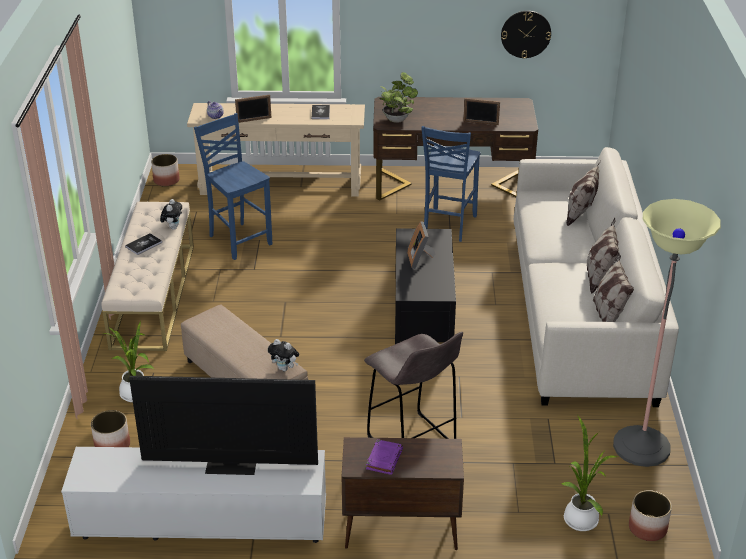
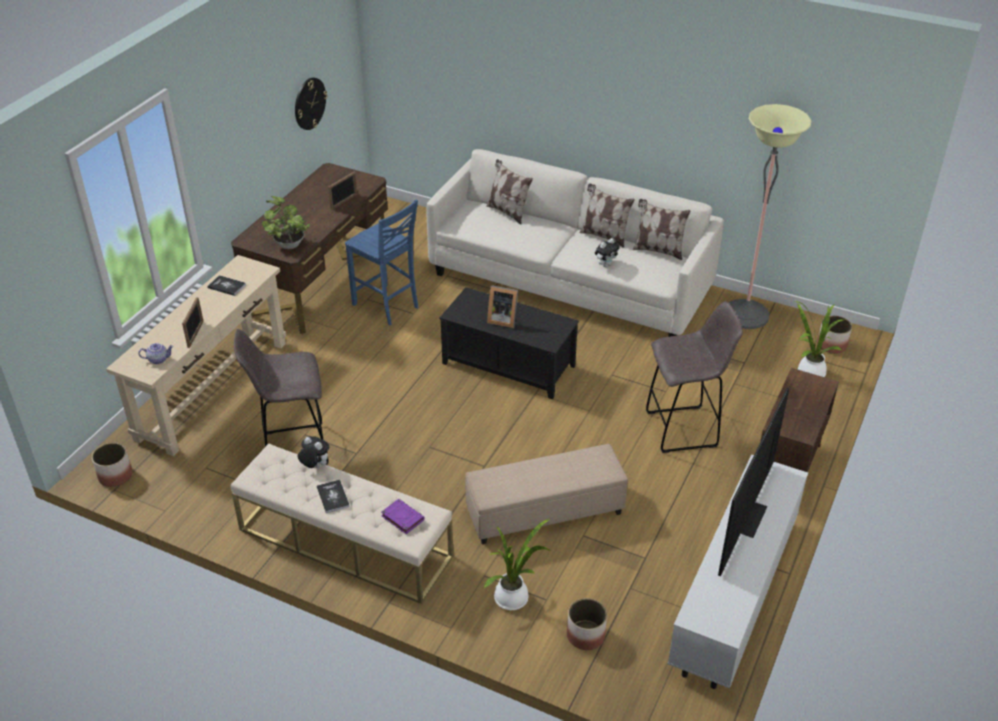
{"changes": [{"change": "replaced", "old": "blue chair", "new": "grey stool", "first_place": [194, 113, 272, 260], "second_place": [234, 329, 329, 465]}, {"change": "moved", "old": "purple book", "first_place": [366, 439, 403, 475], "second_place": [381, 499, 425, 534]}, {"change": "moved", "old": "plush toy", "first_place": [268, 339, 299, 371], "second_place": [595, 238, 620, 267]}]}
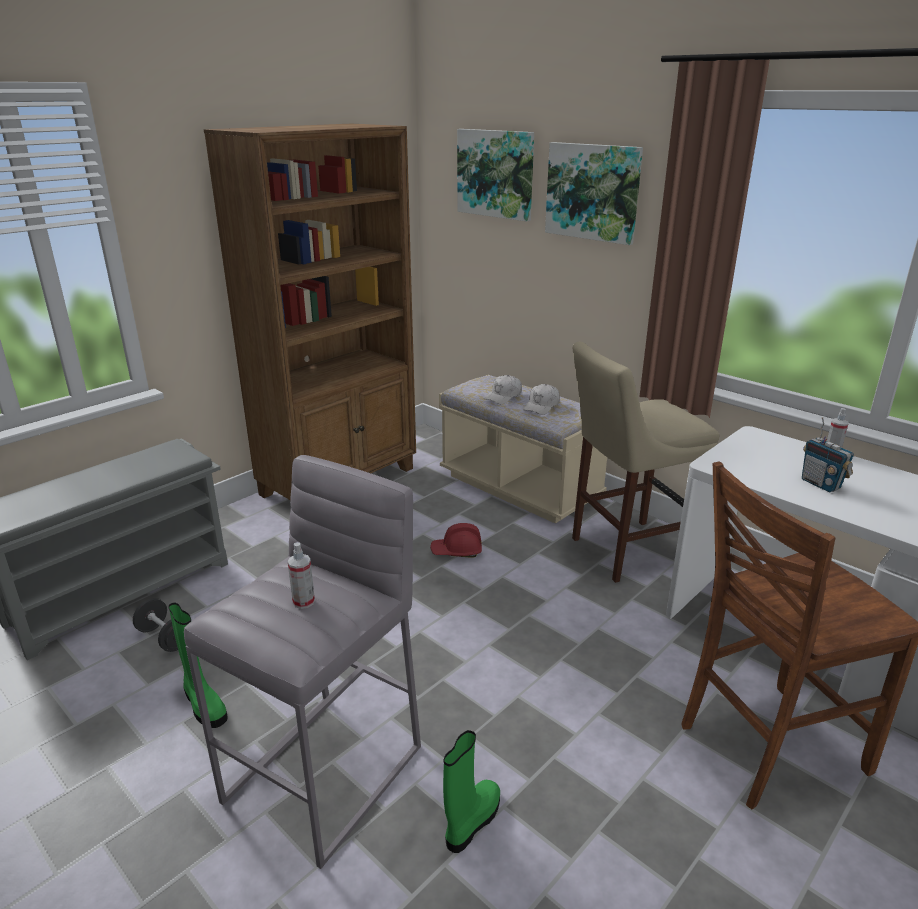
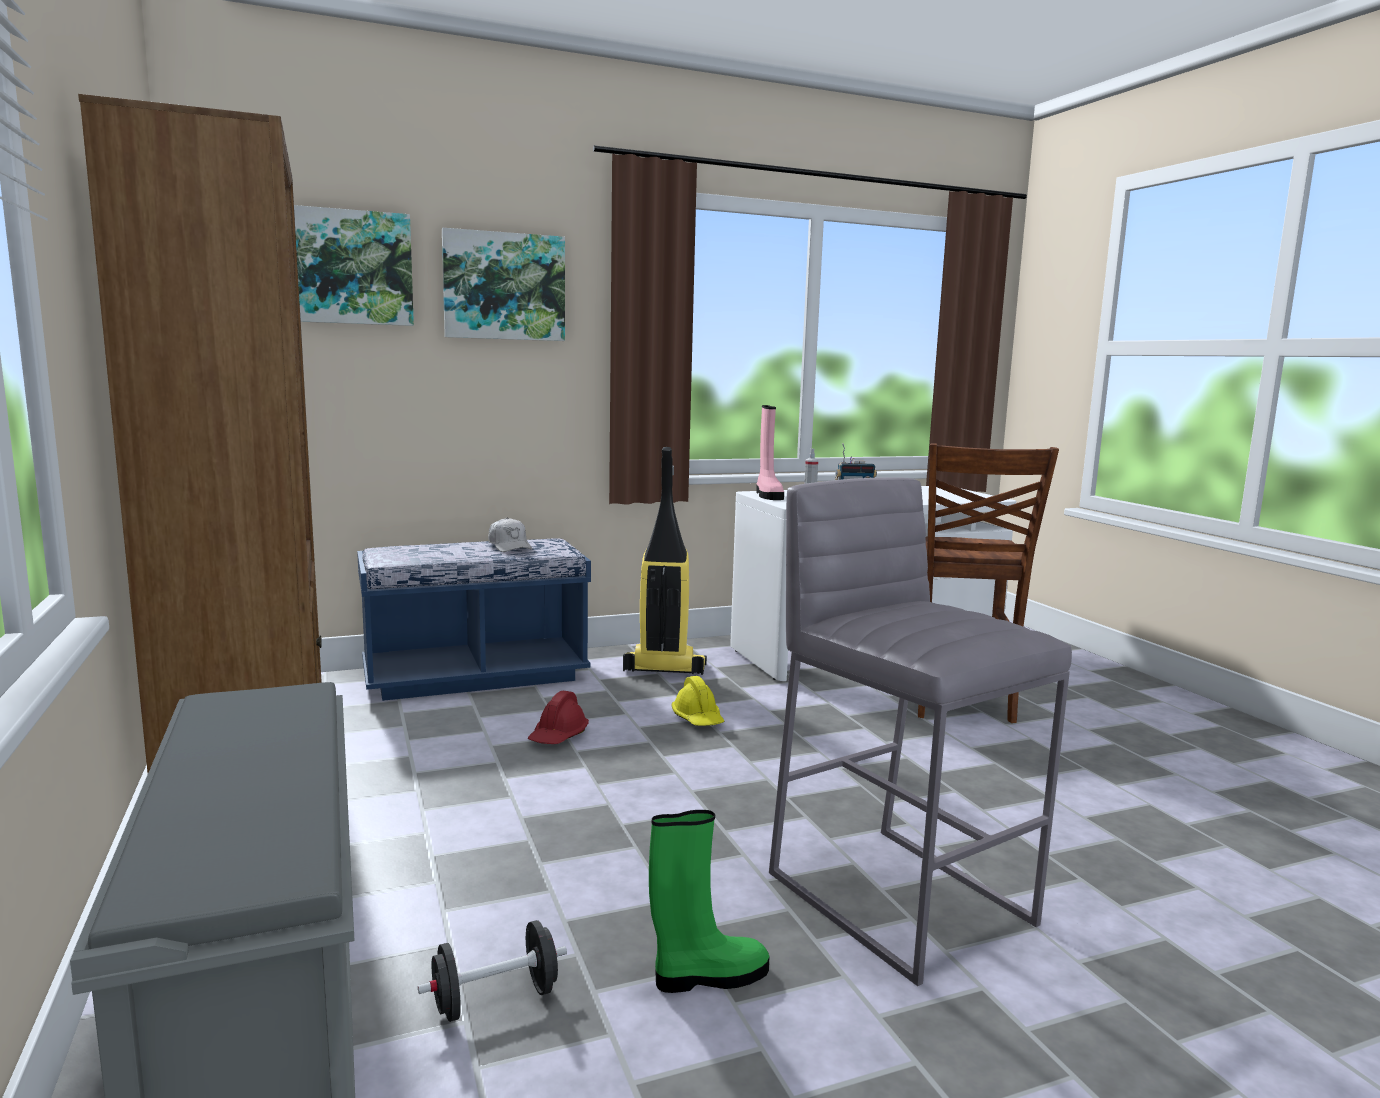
{"changes": [{"change": "recoloured", "old": "beige bench", "new": "blue bench", "first_place": [439, 375, 607, 524], "second_place": [357, 538, 591, 701]}, {"change": "replaced", "old": "beige stool", "new": "vacuum cleaner", "first_place": [572, 342, 719, 583], "second_place": [623, 447, 707, 675]}, {"change": "added", "new": "yellow hard hat", "second_place": [671, 676, 724, 726]}, {"change": "added", "new": "pink boot", "second_place": [756, 405, 784, 500]}, {"change": "removed", "old": "spray bottle", "first_place": [288, 542, 315, 609]}, {"change": "removed", "old": "green boot", "first_place": [443, 730, 500, 853]}, {"change": "removed", "old": "white cap", "first_place": [484, 375, 522, 404]}]}
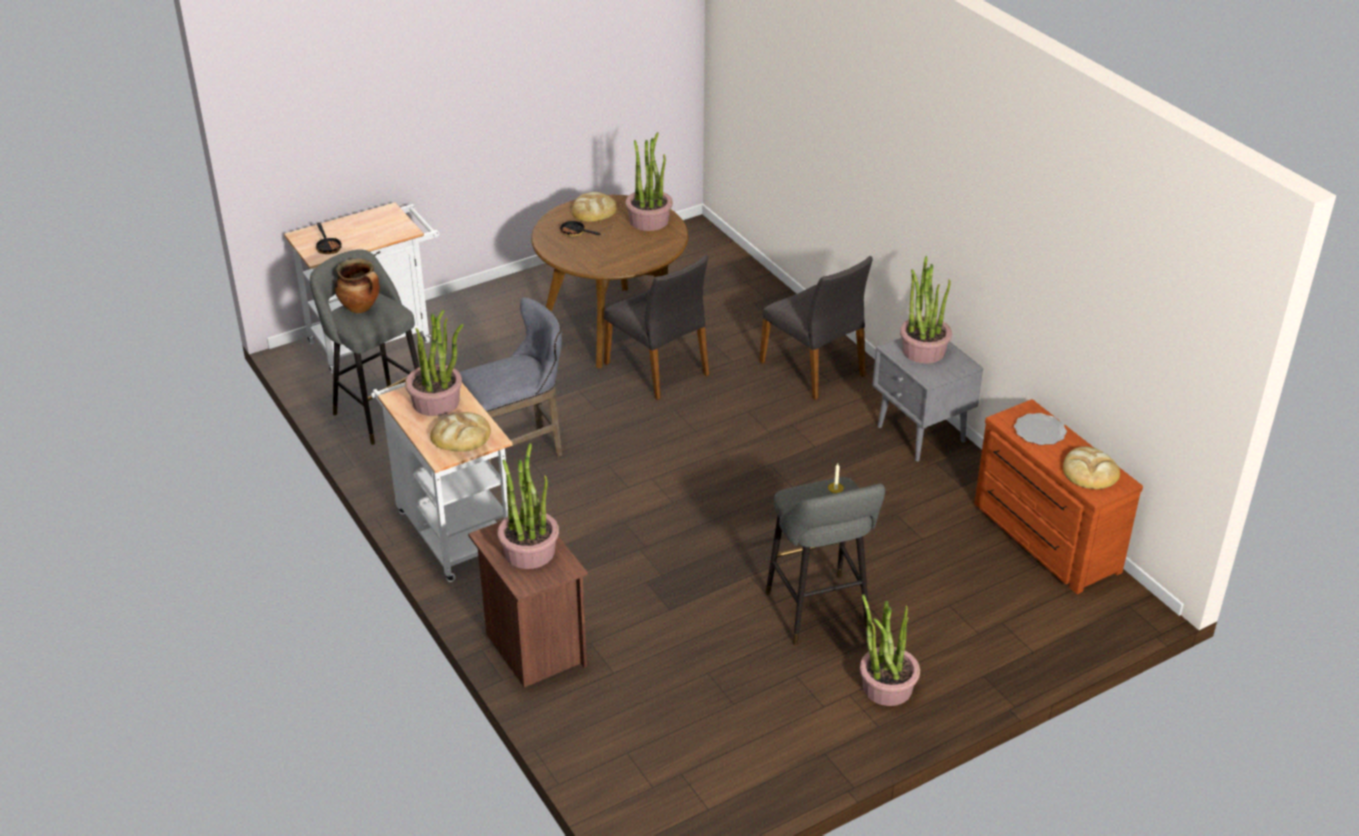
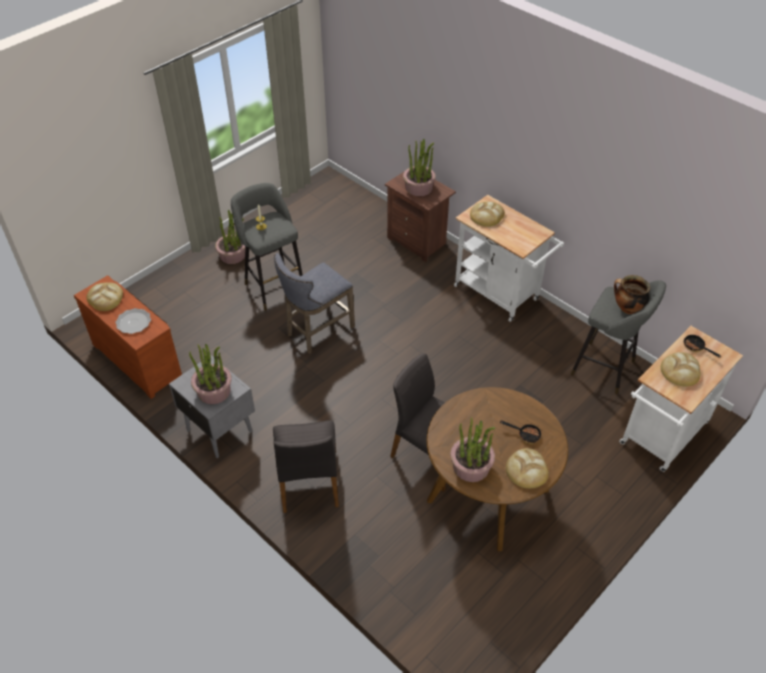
{"changes": [{"change": "turned", "old": "grey chair", "first_place": [759, 256, 873, 400], "second_place": [273, 420, 339, 513], "degrees": -135}, {"change": "moved", "old": "grey stool", "first_place": [459, 297, 562, 463], "second_place": [274, 253, 355, 354]}, {"change": "added", "new": "bread", "second_place": [661, 352, 701, 386]}, {"change": "removed", "old": "potted plant", "first_place": [405, 310, 463, 416]}]}
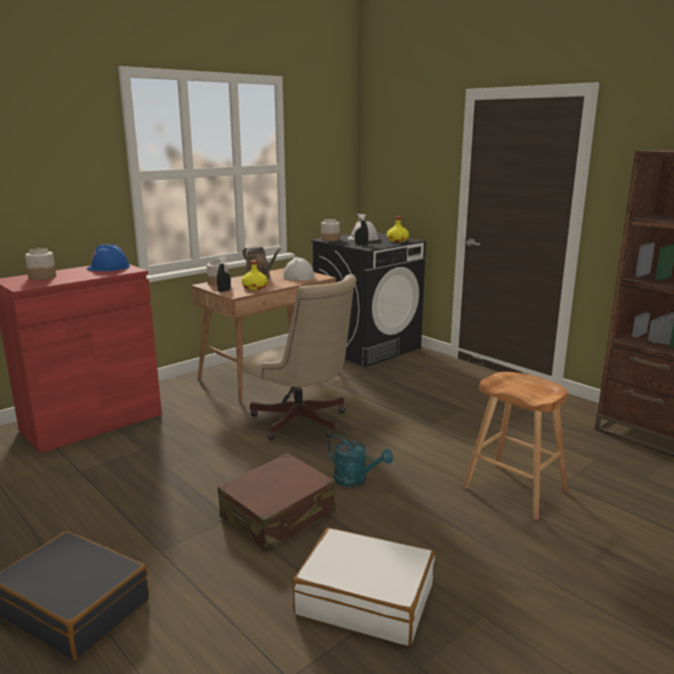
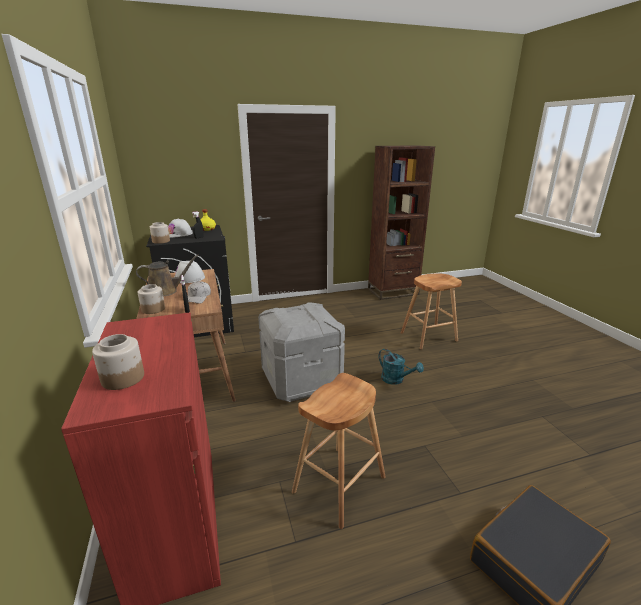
{"changes": [{"change": "replaced", "old": "yellow bottle", "new": "white cap", "first_place": [242, 260, 268, 290], "second_place": [188, 281, 211, 304]}, {"change": "replaced", "old": "beige office chair", "new": "grey storage box", "first_place": [242, 274, 357, 440], "second_place": [258, 303, 345, 402]}, {"change": "added", "new": "brown stool", "second_place": [292, 373, 386, 529]}, {"change": "turned", "old": "turquoise watering can", "first_place": [327, 435, 393, 487], "second_place": [379, 349, 424, 385], "degrees": 75}, {"change": "removed", "old": "blue hard hat", "first_place": [86, 244, 130, 271]}, {"change": "removed", "old": "brown suitcase", "first_place": [218, 453, 336, 552]}, {"change": "removed", "old": "white suitcase", "first_place": [293, 528, 435, 646]}]}
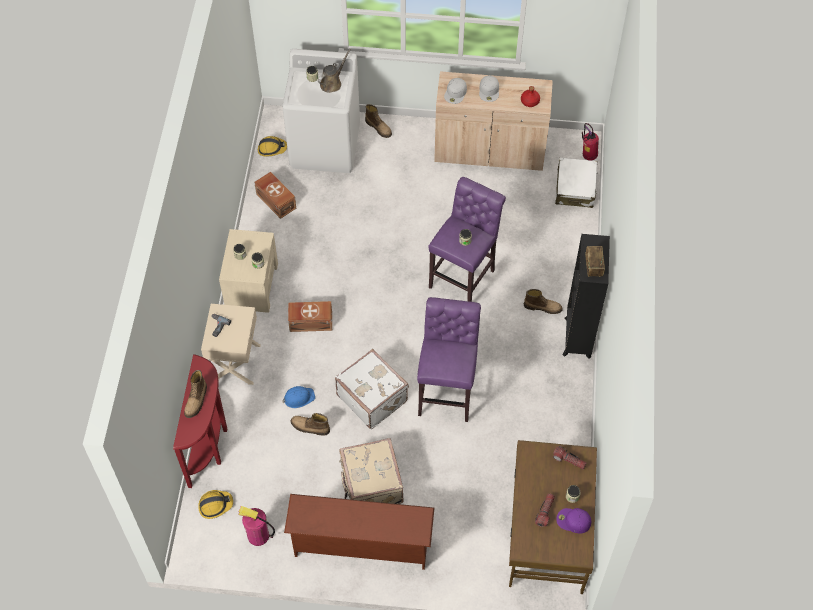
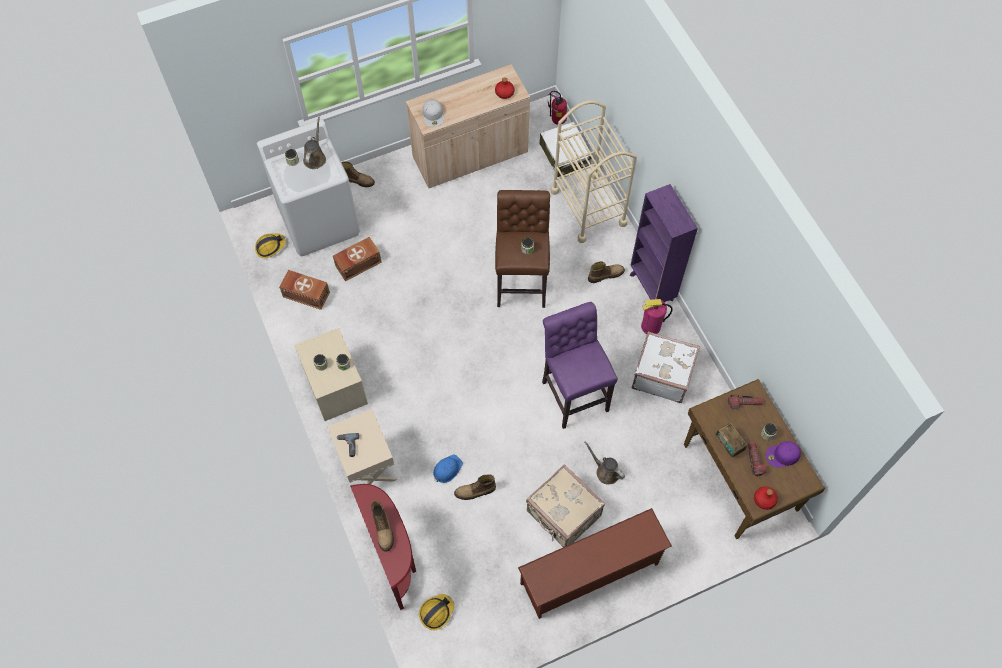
{"changes": [{"change": "moved", "old": "brown storage box", "first_place": [288, 301, 332, 332], "second_place": [333, 237, 381, 281]}, {"change": "recoloured", "old": "purple stool", "new": "brown stool", "first_place": [429, 177, 506, 302], "second_place": [495, 190, 550, 308]}, {"change": "added", "new": "beige cart", "second_place": [551, 100, 637, 243]}, {"change": "added", "new": "brown watering can", "second_place": [584, 441, 625, 485]}, {"change": "recoloured", "old": "black bookcase", "new": "purple bookcase", "first_place": [562, 234, 610, 359], "second_place": [630, 184, 698, 302]}, {"change": "moved", "old": "white suitcase", "first_place": [335, 349, 409, 429], "second_place": [632, 331, 700, 403]}, {"change": "moved", "old": "fire extinguisher", "first_place": [238, 506, 275, 546], "second_place": [641, 298, 673, 334]}, {"change": "moved", "old": "radio", "first_place": [585, 246, 605, 277], "second_place": [715, 423, 747, 458]}, {"change": "added", "new": "red bottle", "second_place": [754, 487, 778, 510]}, {"change": "removed", "old": "white cap", "first_place": [479, 75, 499, 102]}]}
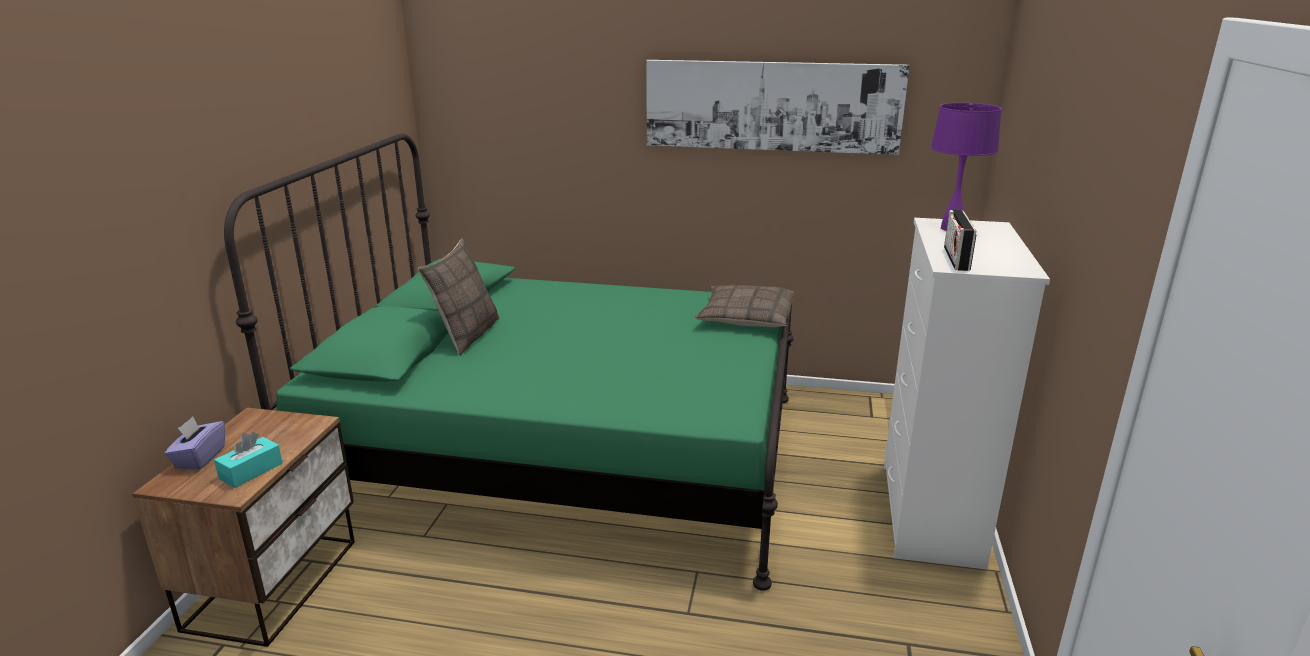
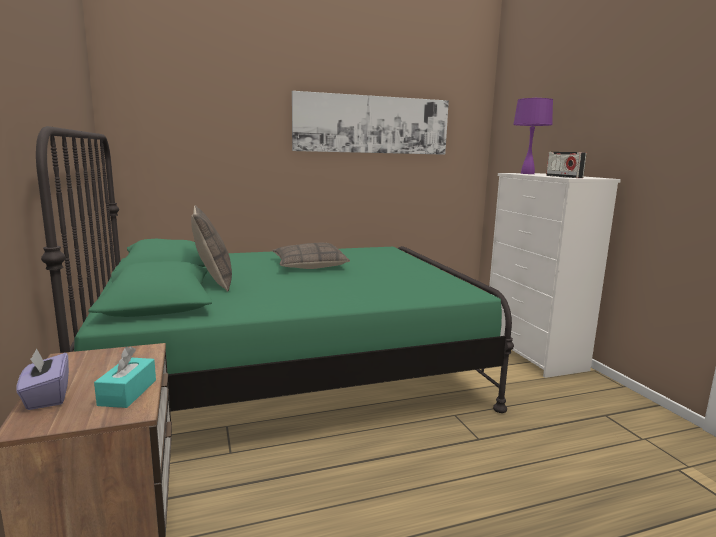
{"changes": [{"change": "moved", "old": "pillow", "first_place": [695, 285, 795, 327], "second_place": [272, 243, 350, 269]}]}
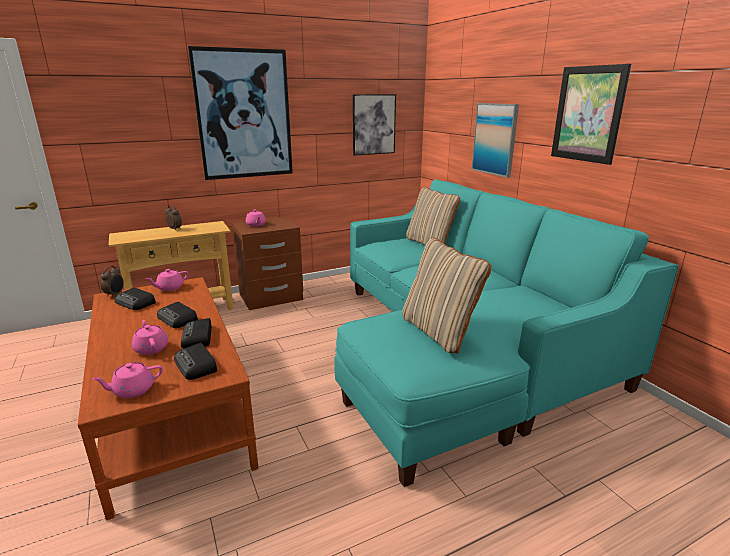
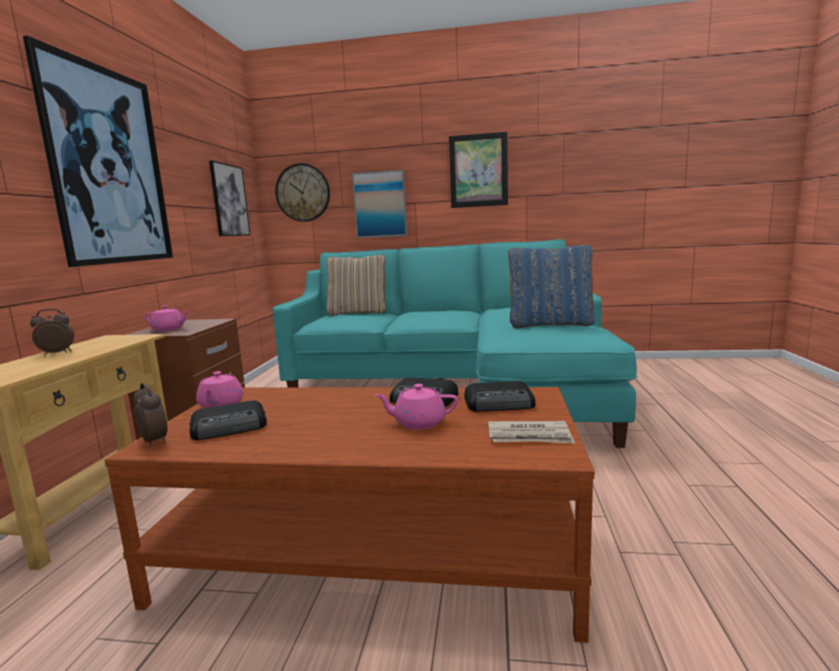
{"changes": [{"change": "added", "new": "wall clock", "second_place": [275, 163, 330, 222]}, {"change": "replaced", "old": "pink teapot", "new": "newspaper", "first_place": [92, 362, 163, 398], "second_place": [488, 421, 575, 444]}, {"change": "recoloured", "old": "beige pillow", "new": "blue pillow", "first_place": [402, 238, 491, 354], "second_place": [508, 245, 595, 328]}, {"change": "removed", "old": "radio", "first_place": [157, 302, 198, 328]}]}
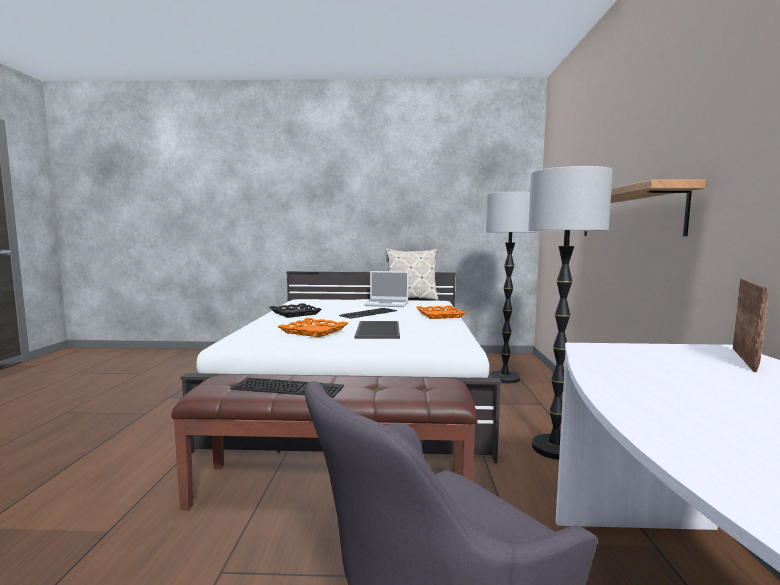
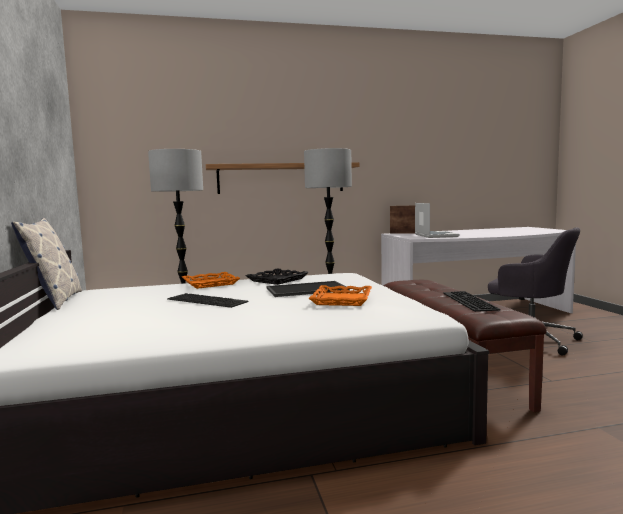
{"changes": [{"change": "moved", "old": "black tray", "first_place": [269, 303, 322, 318], "second_place": [246, 268, 309, 285]}, {"change": "moved", "old": "laptop", "first_place": [364, 271, 409, 307], "second_place": [415, 203, 460, 238]}]}
